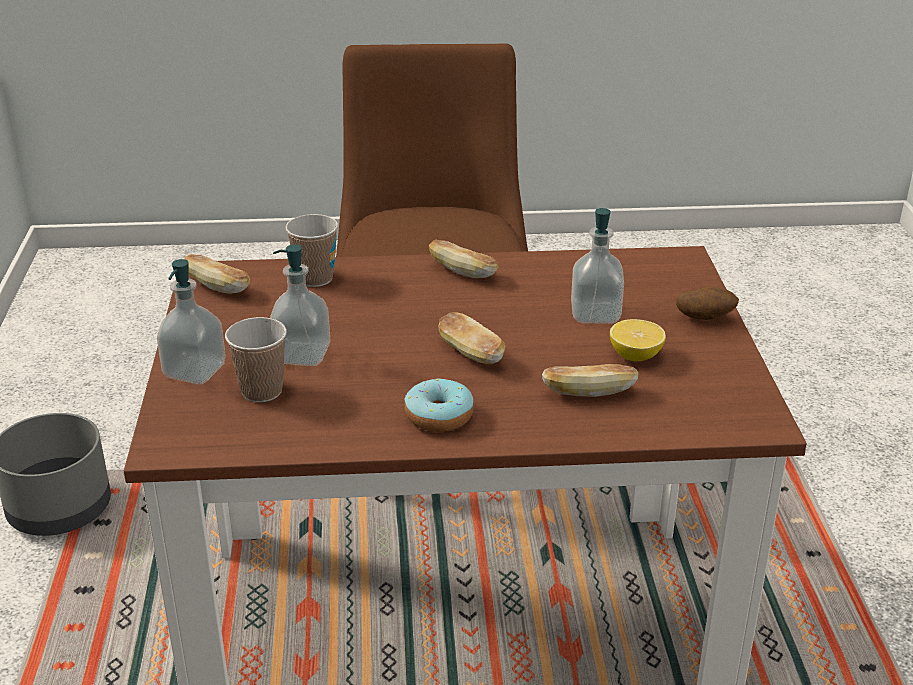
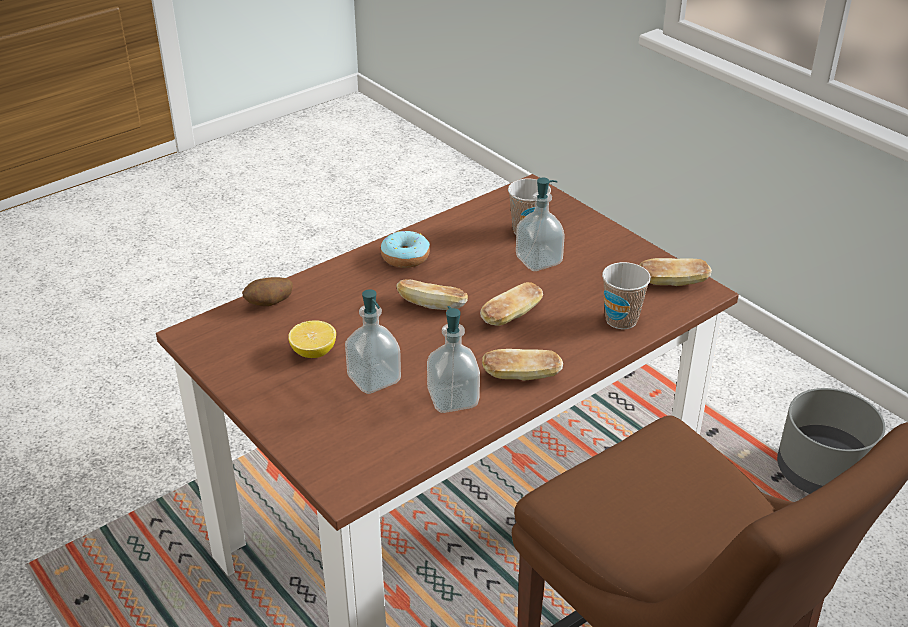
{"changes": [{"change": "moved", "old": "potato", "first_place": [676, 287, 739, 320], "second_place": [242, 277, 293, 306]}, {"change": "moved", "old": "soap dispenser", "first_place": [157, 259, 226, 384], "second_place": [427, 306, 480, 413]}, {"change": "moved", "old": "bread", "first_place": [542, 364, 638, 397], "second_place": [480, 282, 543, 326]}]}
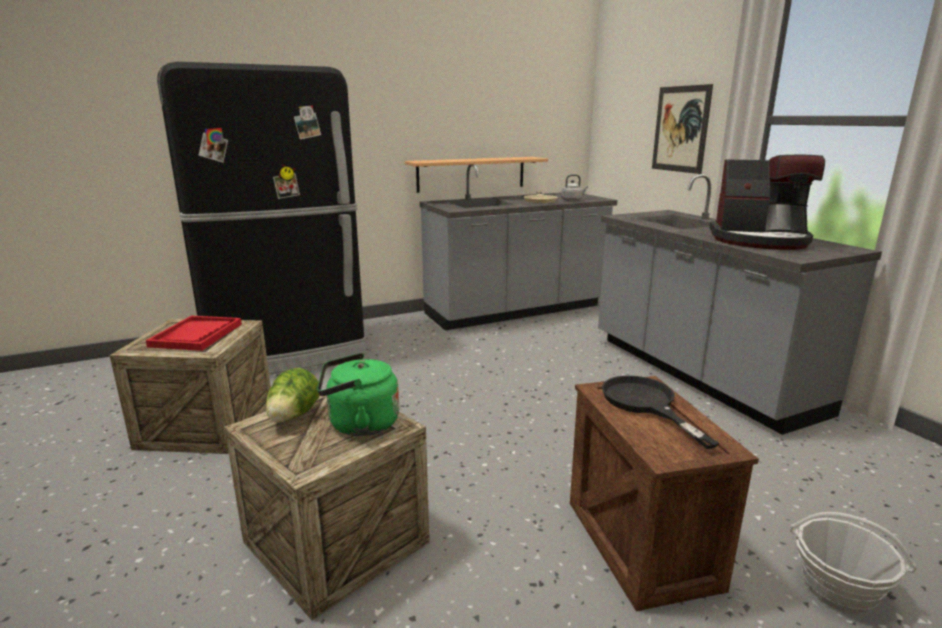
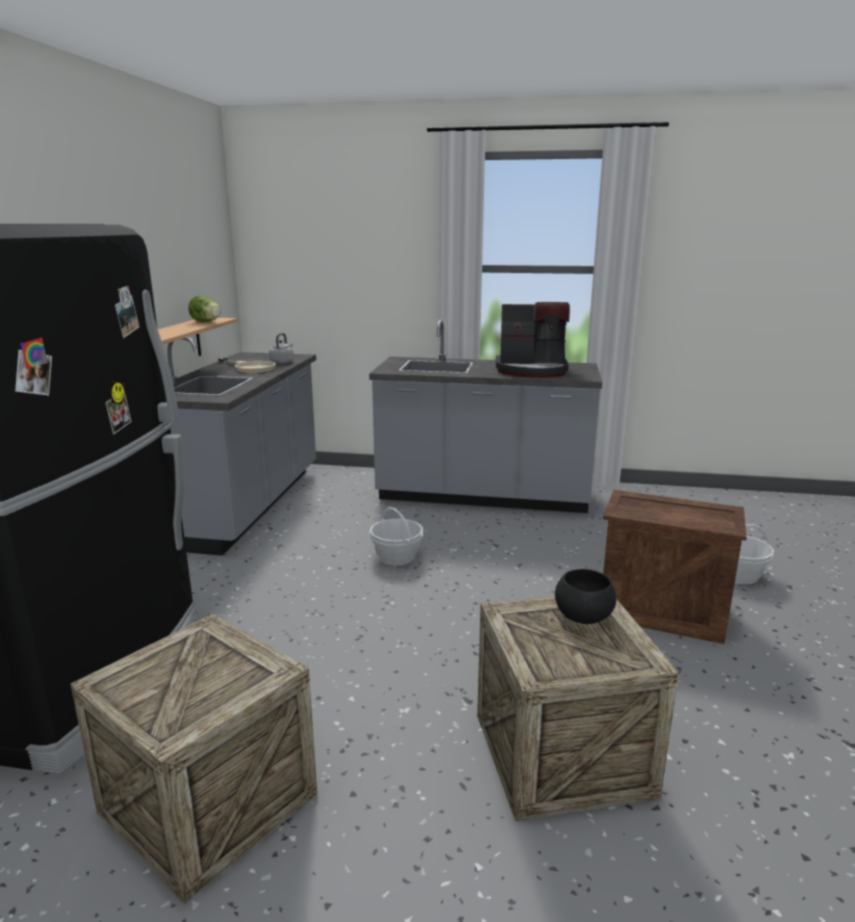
{"changes": [{"change": "moved", "old": "lettuce", "first_place": [266, 368, 320, 422], "second_place": [188, 295, 221, 322]}, {"change": "added", "new": "basket", "second_place": [369, 507, 423, 566]}, {"change": "turned", "old": "coffee machine", "first_place": [709, 155, 825, 250], "second_place": [496, 302, 570, 378], "degrees": 45}, {"change": "replaced", "old": "green kettle", "new": "black bowl", "first_place": [317, 353, 399, 436], "second_place": [555, 569, 617, 624]}, {"change": "removed", "old": "red tray", "first_place": [146, 316, 242, 351]}, {"change": "removed", "old": "black frying pan", "first_place": [602, 376, 719, 449]}, {"change": "removed", "old": "picture", "first_place": [652, 84, 713, 174]}]}
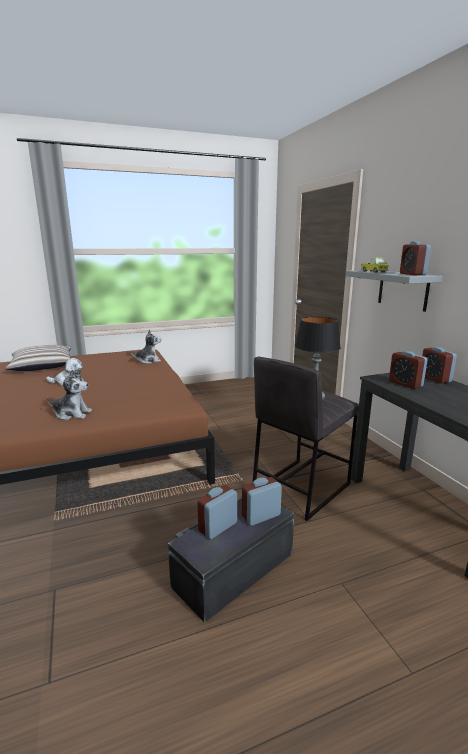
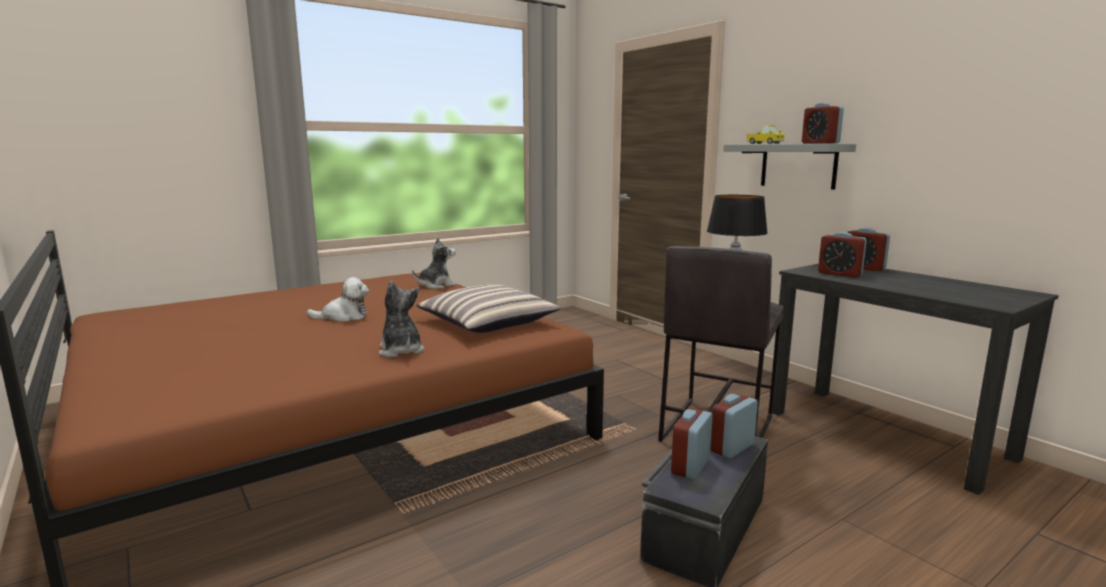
{"changes": [{"change": "turned", "old": "plush toy", "first_place": [46, 370, 92, 420], "second_place": [379, 281, 424, 358], "degrees": -105}, {"change": "moved", "old": "pillow", "first_place": [5, 345, 71, 371], "second_place": [416, 284, 561, 333]}]}
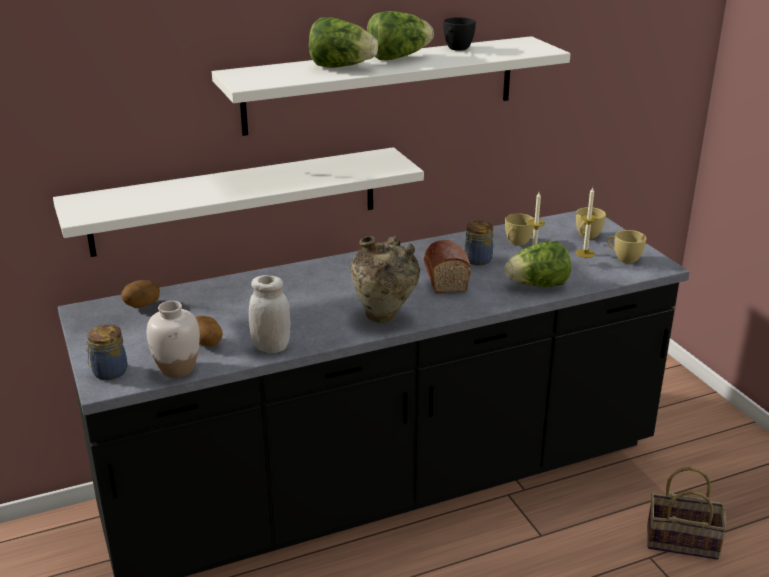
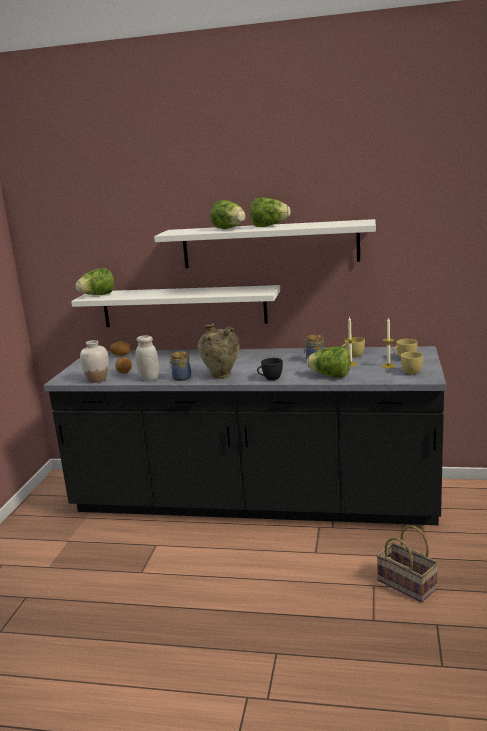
{"changes": [{"change": "added", "new": "lettuce", "second_place": [76, 268, 115, 295]}, {"change": "moved", "old": "jar", "first_place": [86, 325, 128, 380], "second_place": [168, 351, 191, 381]}, {"change": "moved", "old": "black cup", "first_place": [443, 17, 476, 51], "second_place": [257, 358, 283, 380]}, {"change": "removed", "old": "bread", "first_place": [423, 240, 471, 293]}]}
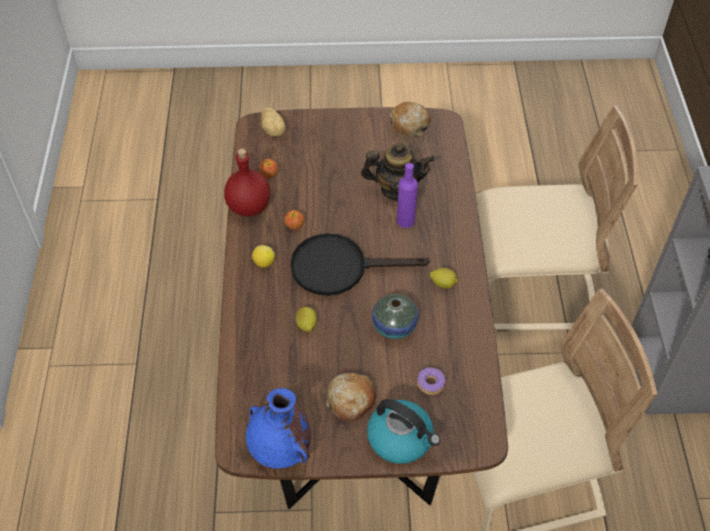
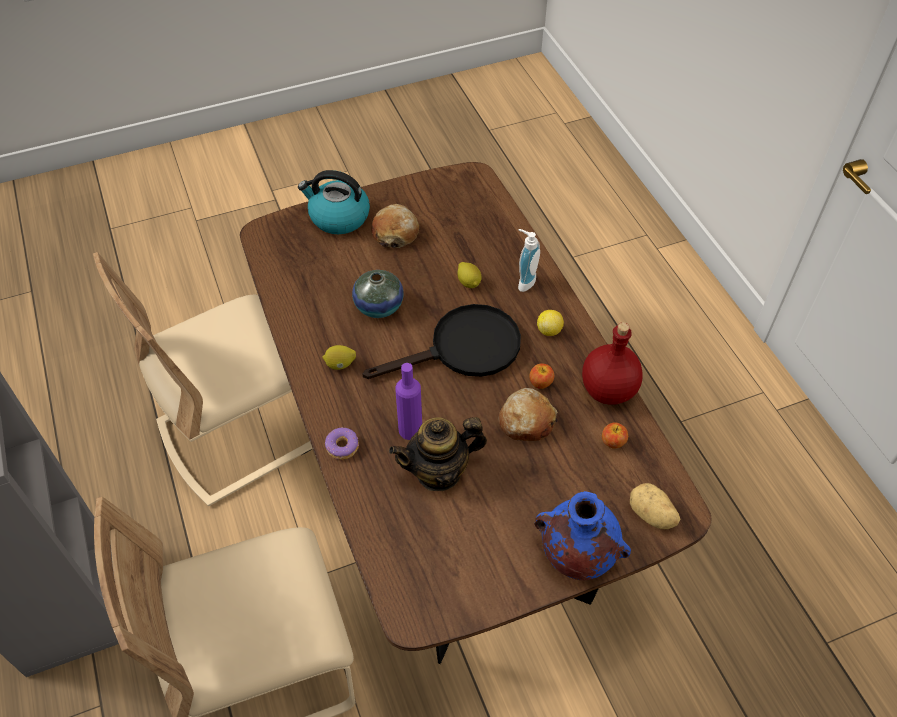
{"changes": [{"change": "moved", "old": "donut", "first_place": [417, 367, 446, 395], "second_place": [325, 428, 359, 460]}, {"change": "moved", "old": "bread", "first_place": [389, 102, 431, 137], "second_place": [498, 388, 558, 441]}, {"change": "added", "new": "soap dispenser", "second_place": [518, 229, 540, 292]}, {"change": "moved", "old": "blue vase", "first_place": [246, 388, 311, 469], "second_place": [535, 491, 631, 581]}]}
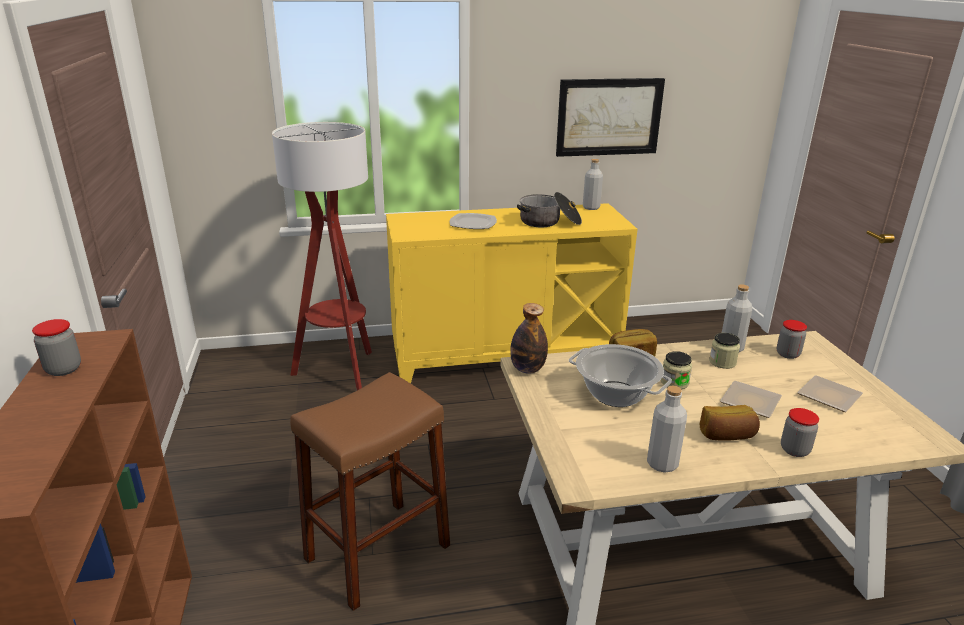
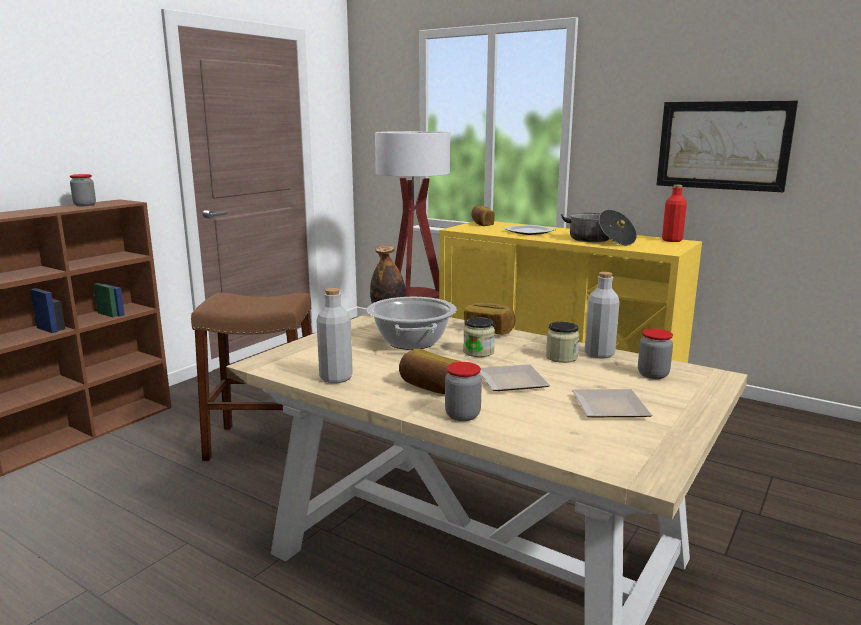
{"changes": [{"change": "added", "new": "bread", "second_place": [472, 206, 495, 226]}, {"change": "recoloured", "old": "grey bottle", "new": "red bottle", "first_place": [583, 159, 603, 210], "second_place": [662, 185, 687, 242]}]}
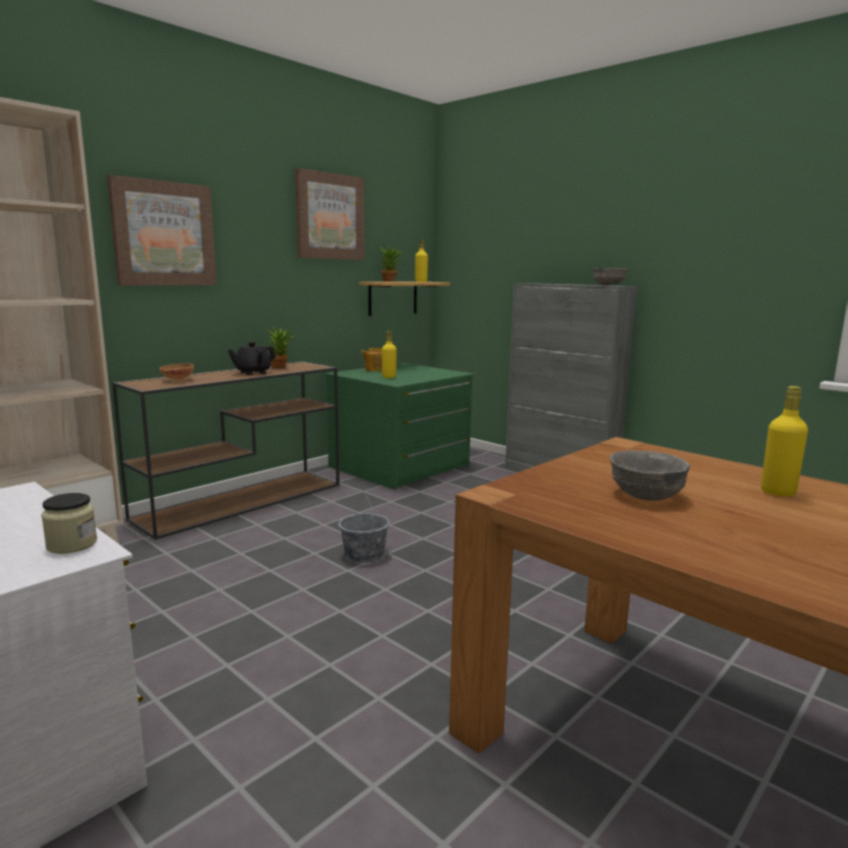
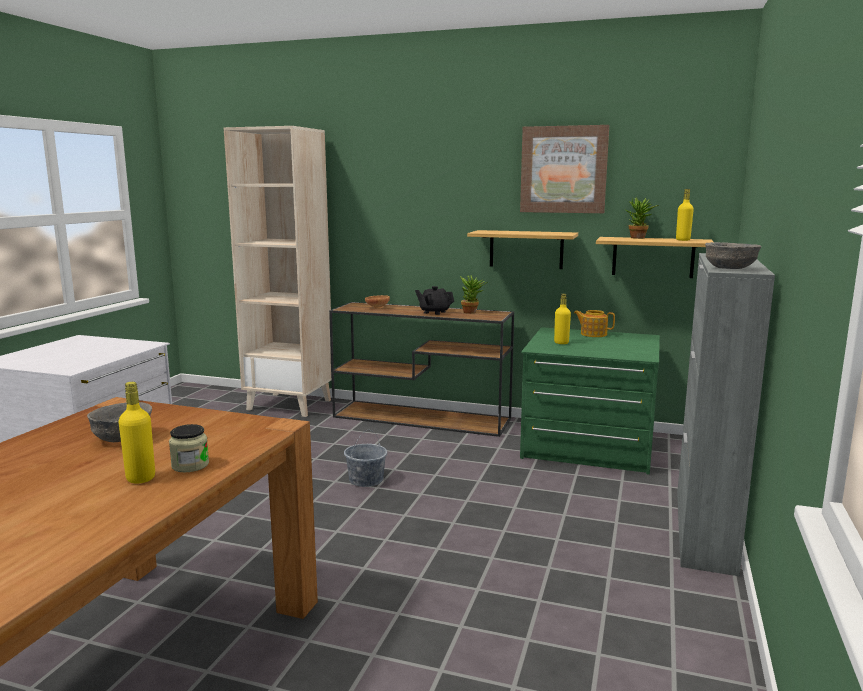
{"changes": [{"change": "moved", "old": "jar", "first_place": [41, 493, 97, 554], "second_place": [169, 424, 209, 472]}, {"change": "added", "new": "shelf", "second_place": [467, 230, 578, 269]}, {"change": "removed", "old": "picture", "first_place": [107, 175, 217, 285]}]}
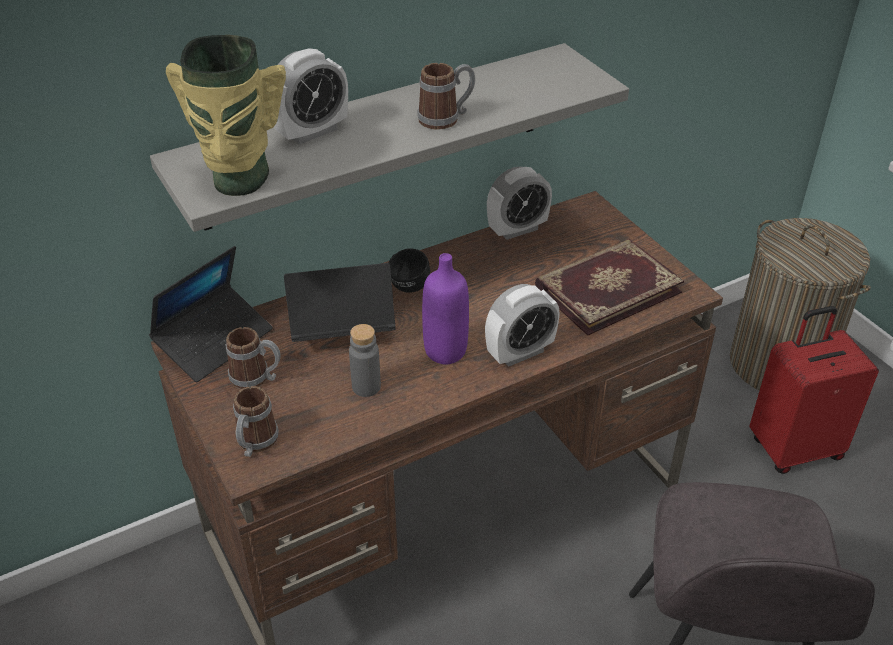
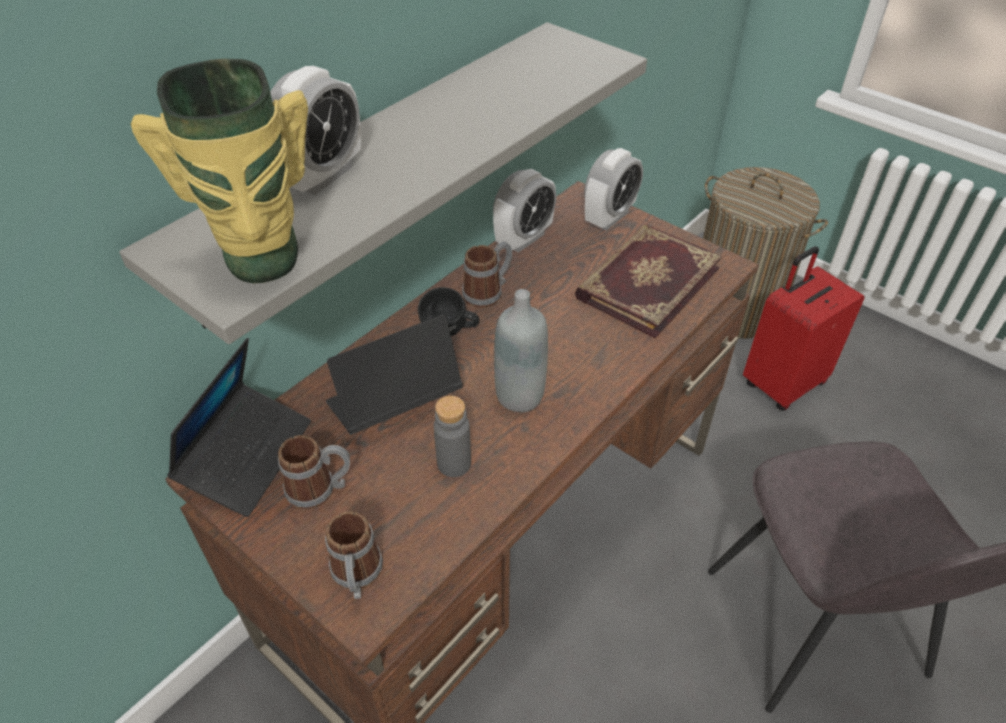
{"changes": [{"change": "moved", "old": "mug", "first_place": [417, 63, 475, 130], "second_place": [462, 242, 512, 308]}, {"change": "recoloured", "old": "purple bottle", "new": "grey bottle", "first_place": [422, 253, 469, 364], "second_place": [494, 289, 548, 412]}, {"change": "moved", "old": "alarm clock", "first_place": [485, 284, 560, 367], "second_place": [584, 148, 643, 230]}]}
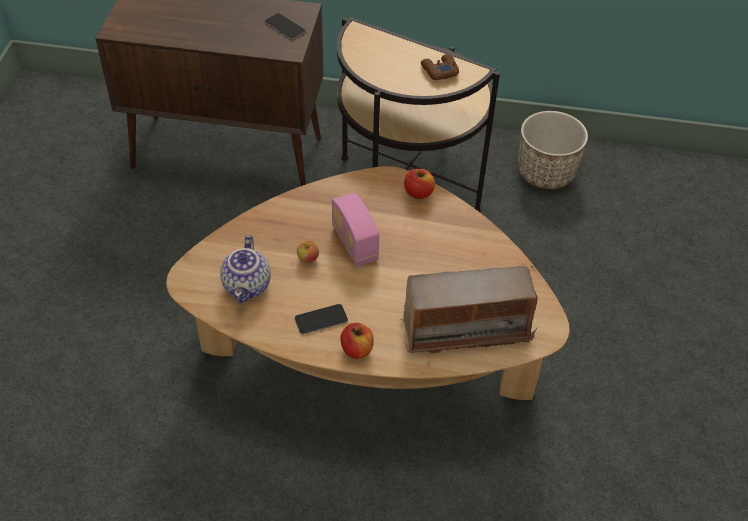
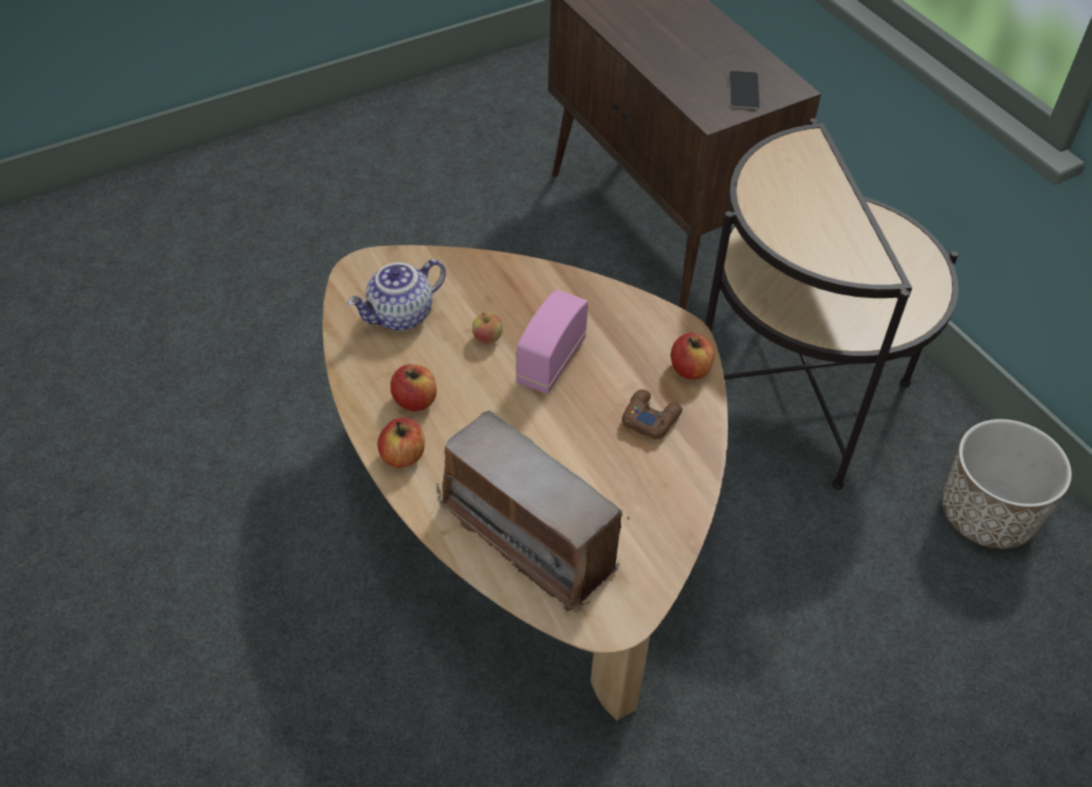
{"changes": [{"change": "replaced", "old": "phone", "new": "apple", "first_place": [295, 304, 348, 334], "second_place": [390, 364, 437, 411]}, {"change": "moved", "old": "brown game controller", "first_place": [421, 54, 459, 80], "second_place": [622, 389, 682, 439]}]}
